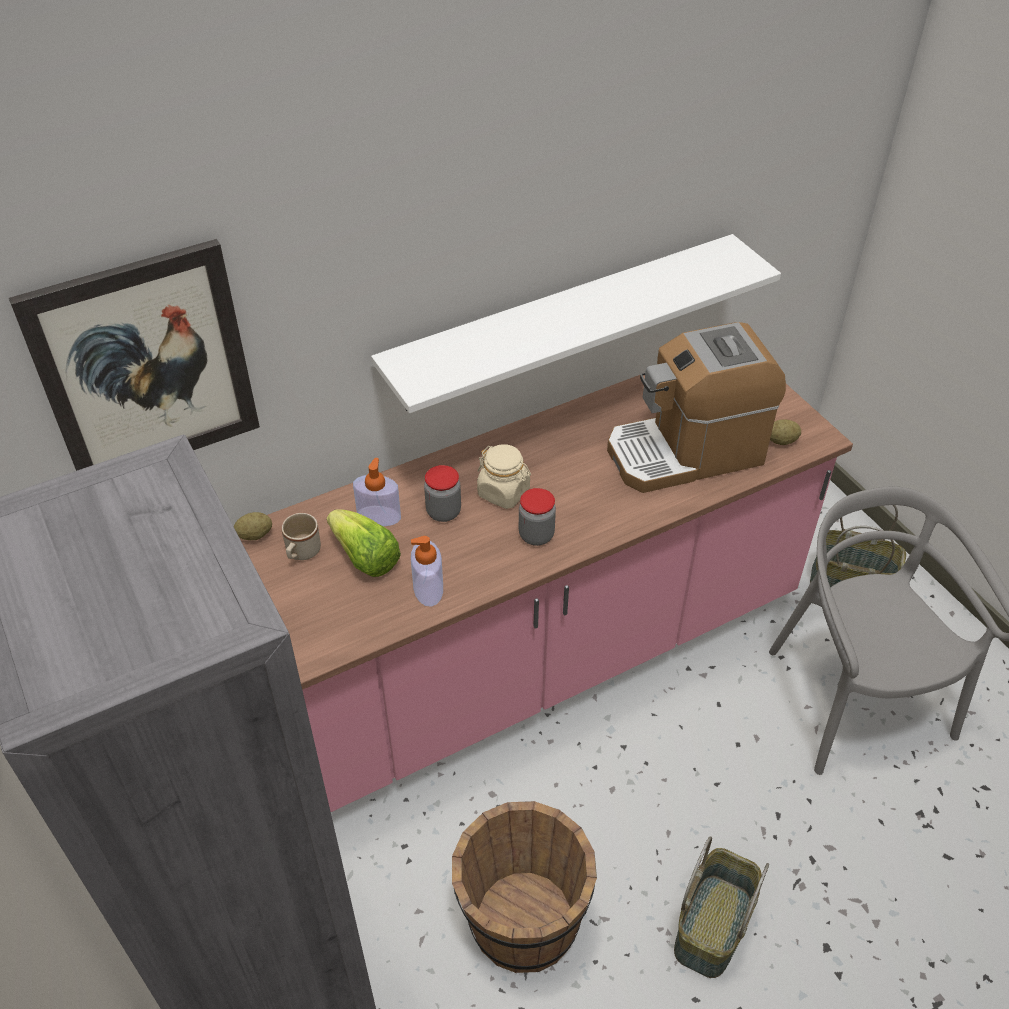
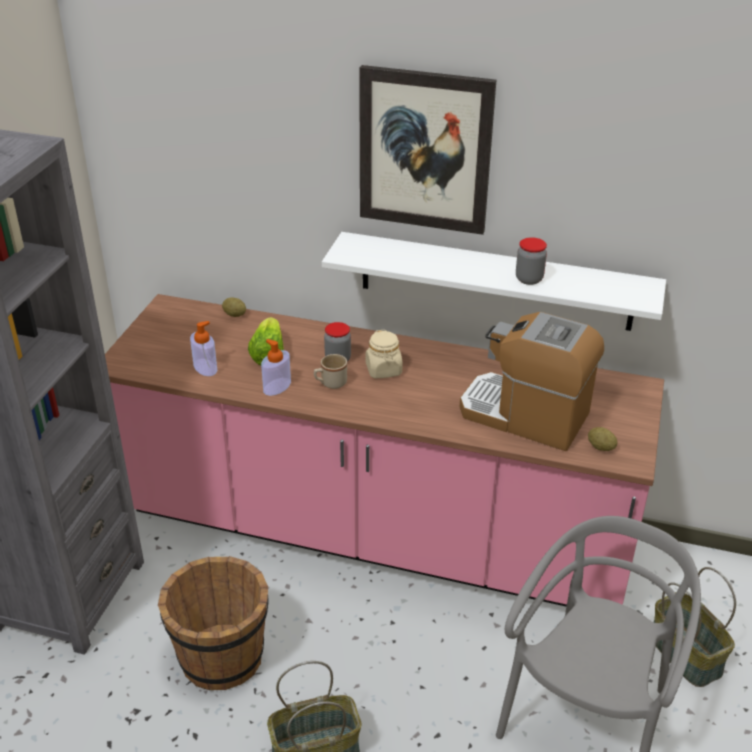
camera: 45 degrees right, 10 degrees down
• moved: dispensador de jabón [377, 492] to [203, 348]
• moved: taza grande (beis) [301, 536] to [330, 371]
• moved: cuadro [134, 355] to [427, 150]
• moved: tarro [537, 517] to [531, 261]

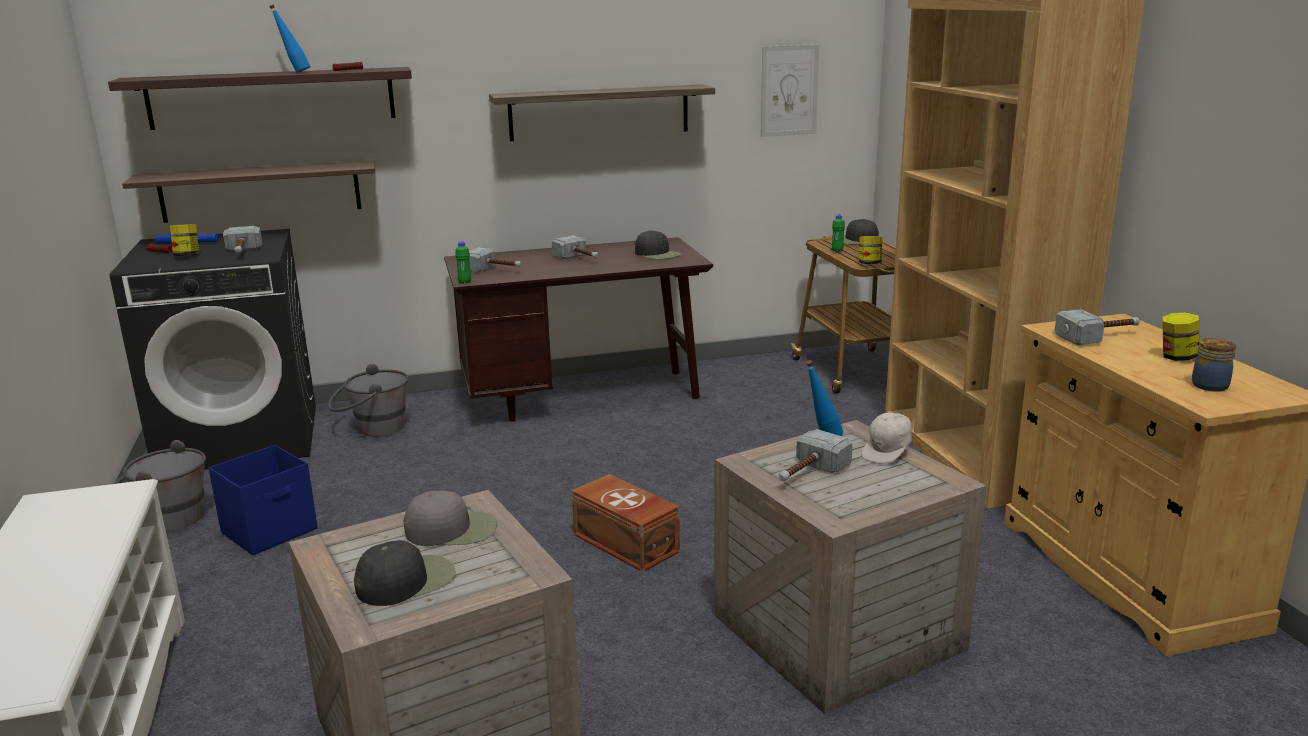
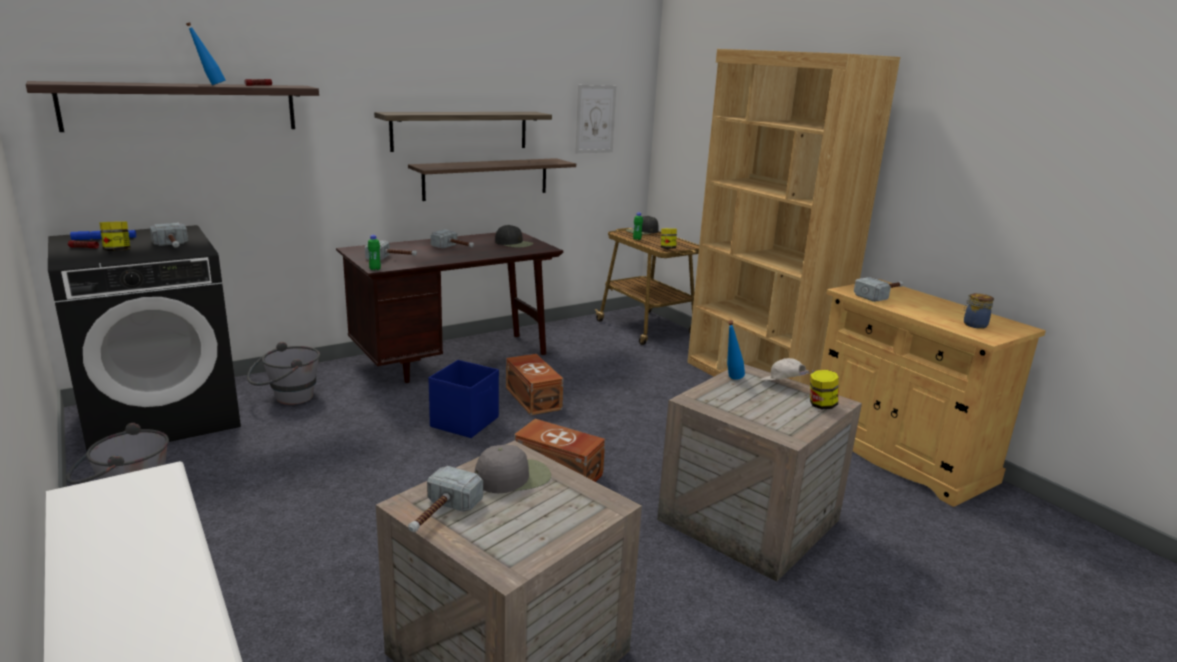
camera: 20 degrees left, 0 degrees up
• moved: estante [248, 191] to [492, 179]
• moved: martillo [816, 455] to [445, 499]
• moved: caja de almacenaje (azul) [263, 500] to [463, 399]
• added: caja de almacenaje (marrón) [534, 384]
• turned: gorra (blanco) [886, 437] = [787, 369] 105 degrees clockwise
• moved: tarro [1180, 336] to [824, 389]
• removed: gorra (negro) [405, 573]

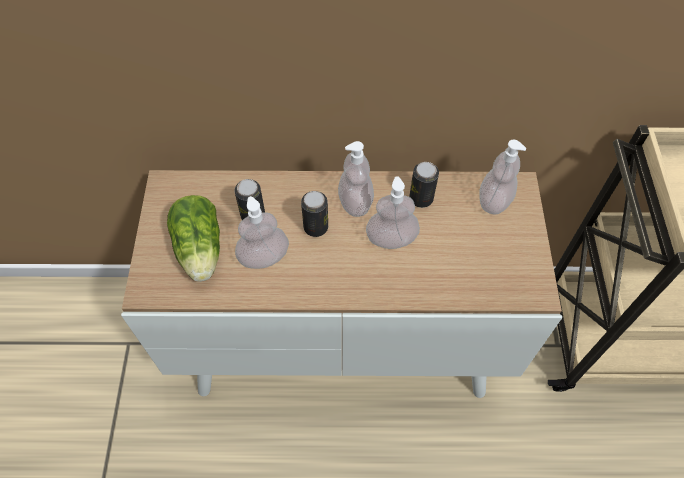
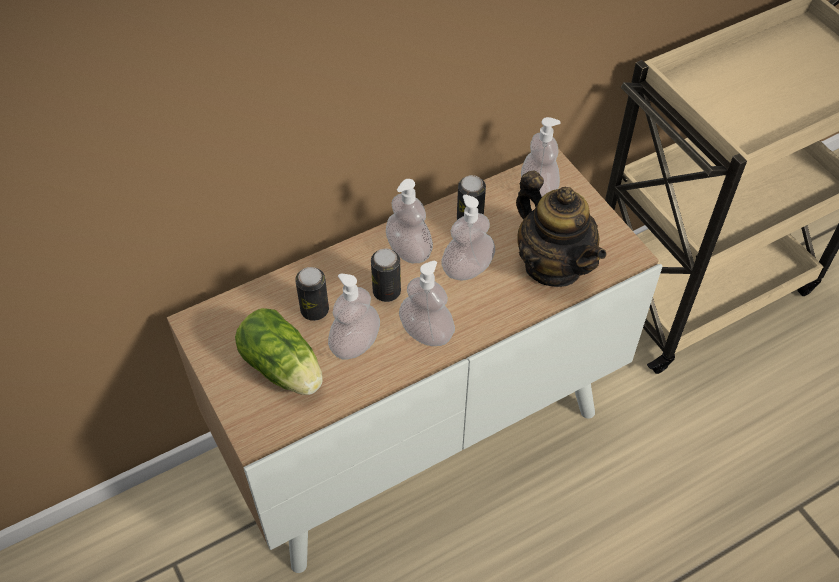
camera: 30 degrees left, 5 degrees down
• added: dispensador de jabón [427, 303]
• added: tetera [561, 229]

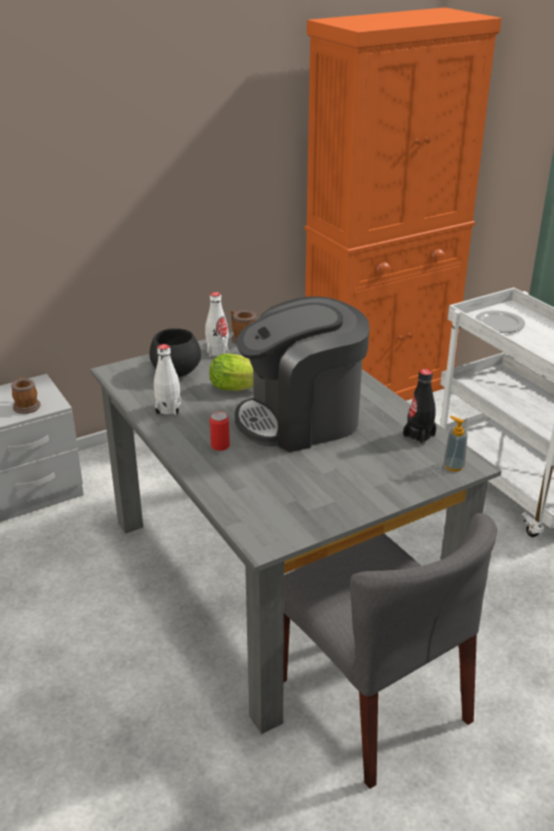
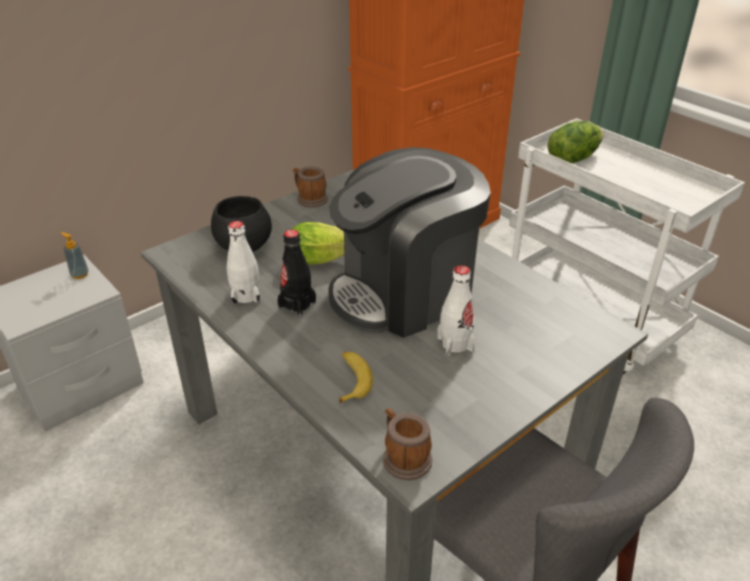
camera: 10 degrees left, 5 degrees up
• moved: dispensador de jabón [456, 444] to [75, 255]
• moved: botella (negro) [419, 407] to [296, 273]
• added: plátano [356, 377]
• moved: taza grande [26, 395] to [407, 444]
• moved: botella (blanco) [217, 324] to [456, 310]
• replaced: plato [500, 321] to lechuga [576, 142]
• removed: lata [220, 431]

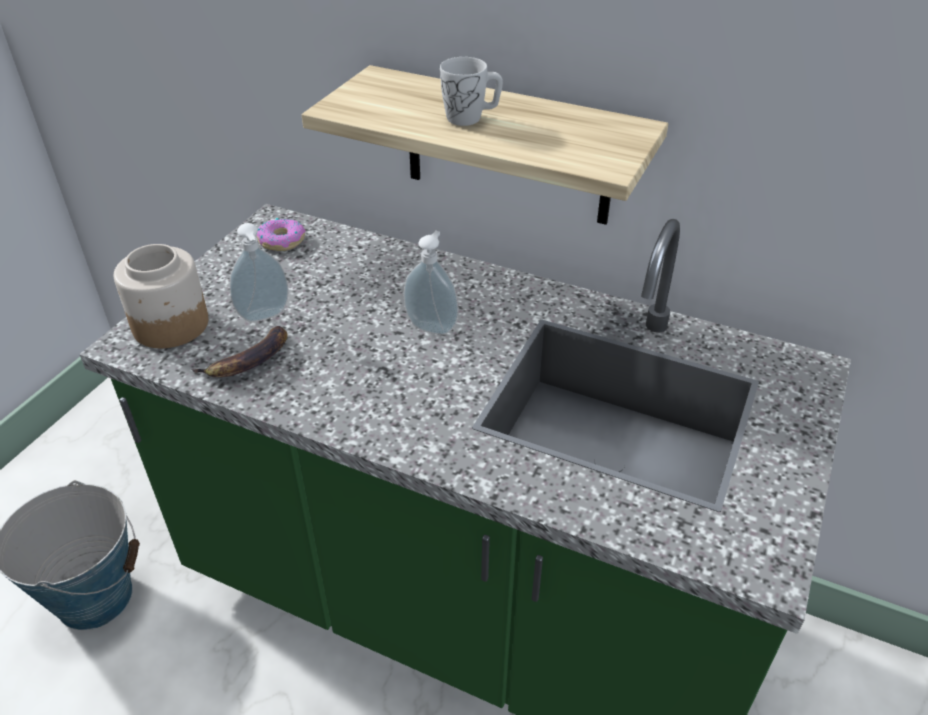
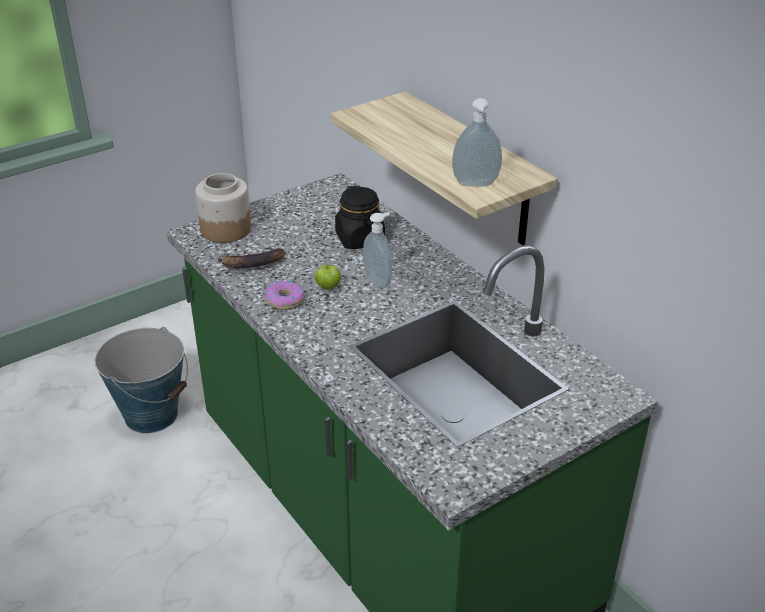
camera: 30 degrees right, 5 degrees down
• moved: rosquilla [281, 234] to [284, 295]
• added: manzana [327, 275]
• added: tarro (negro) [360, 217]
• moved: dispensador de jabón [259, 272] to [477, 142]
• removed: taza grande (blanco) [471, 91]

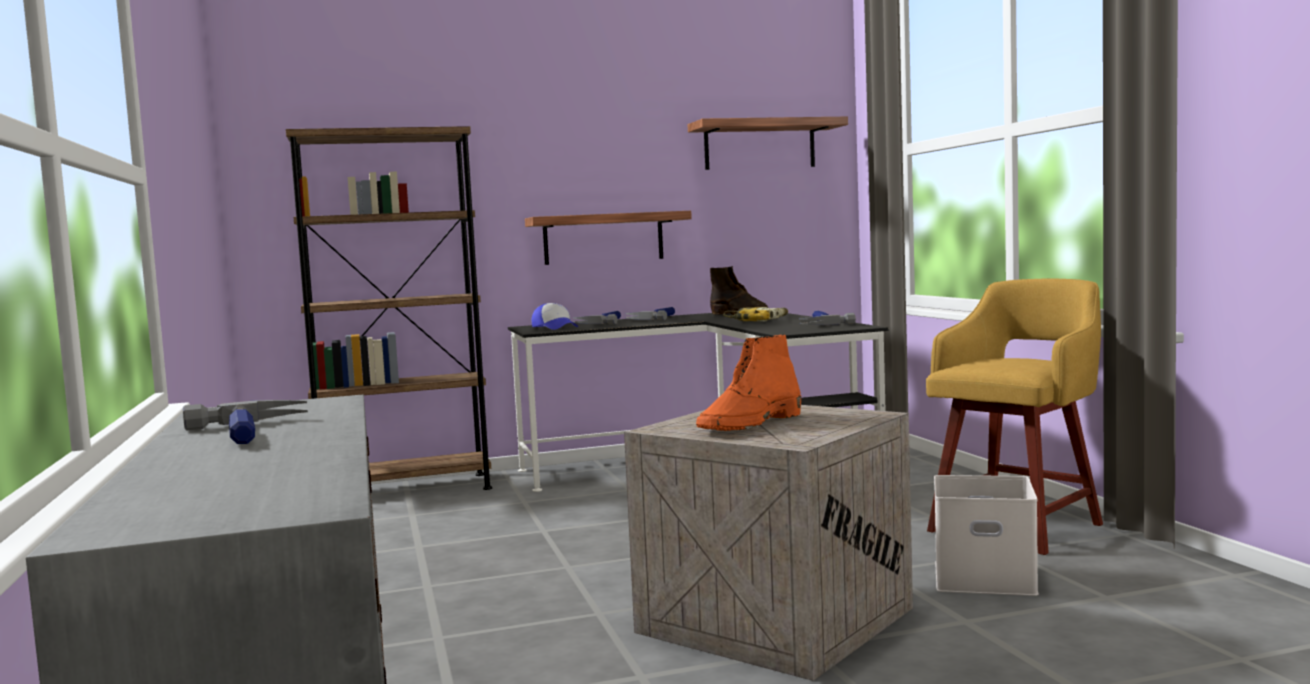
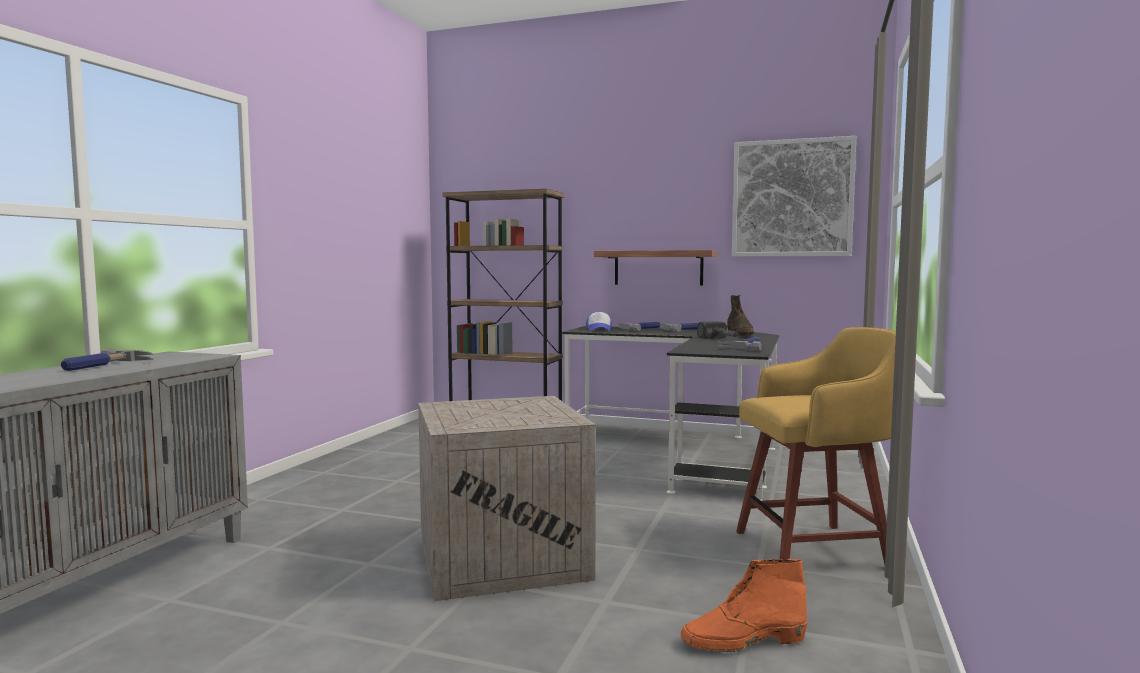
camera: 35 degrees right, 0 degrees up
• moved: bota (naranja) [748, 383] to [744, 606]
• replaced: taladro [755, 314] to martillo [718, 330]
• replaced: estante [768, 143] to cuadro [794, 196]
• removed: caja de almacenaje (blanco) [986, 535]

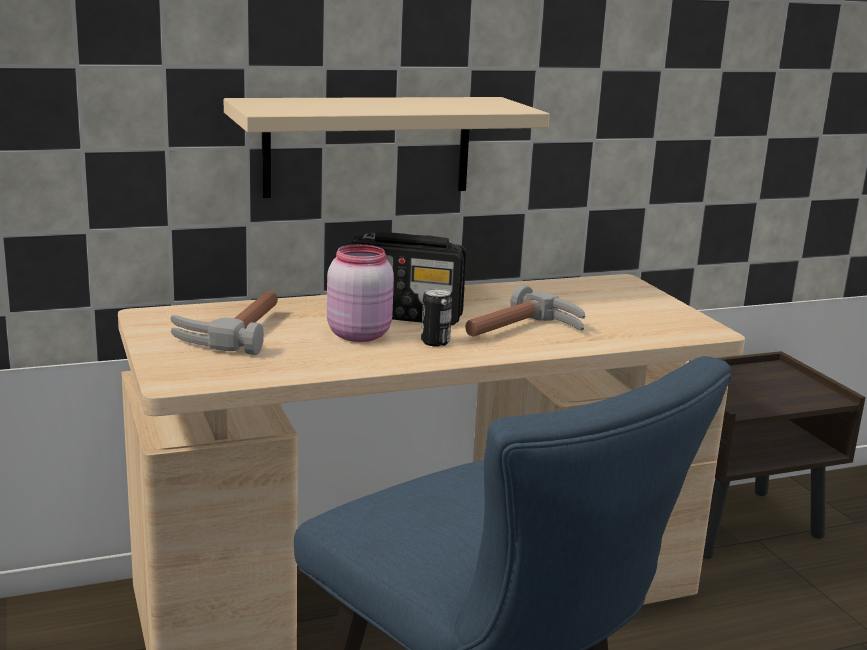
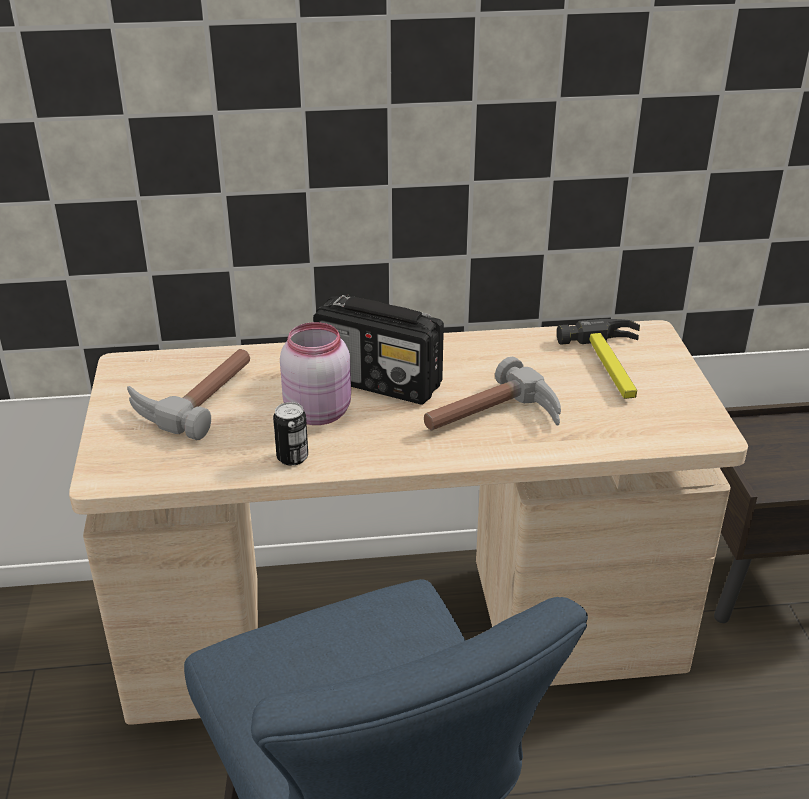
camera: 15 degrees right, 15 degrees up
• moved: lata [436, 317] to [290, 434]
• added: martillo [598, 359]
• removed: estante (beis) [386, 147]

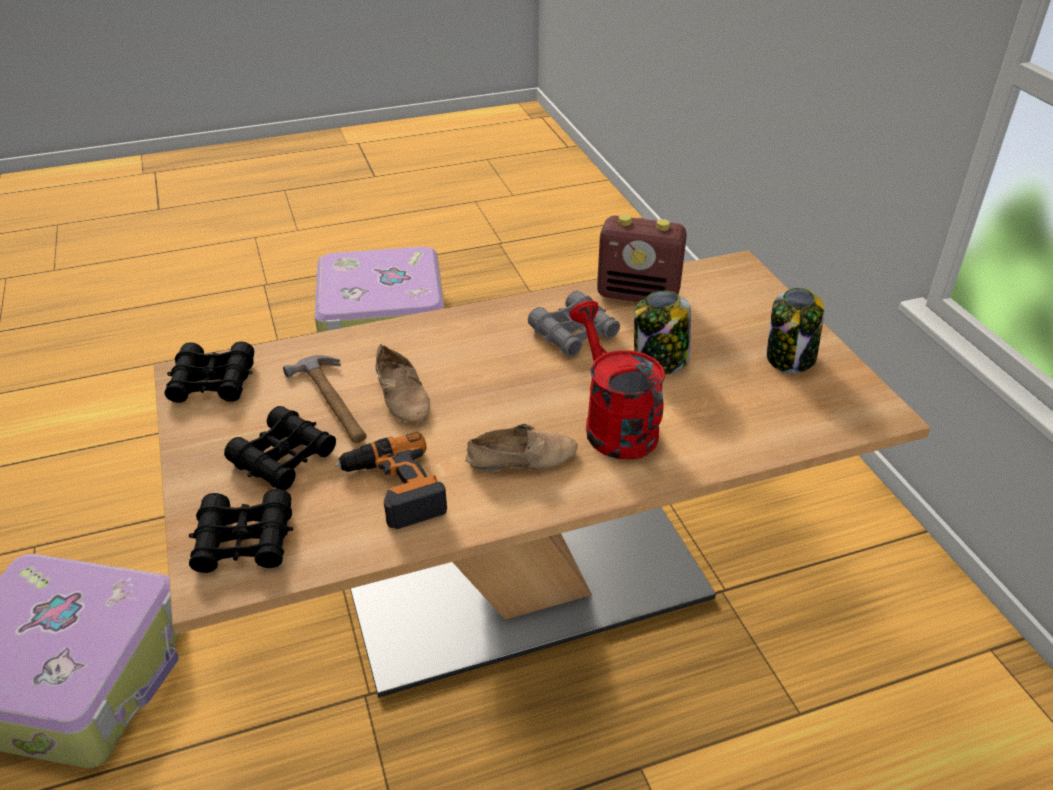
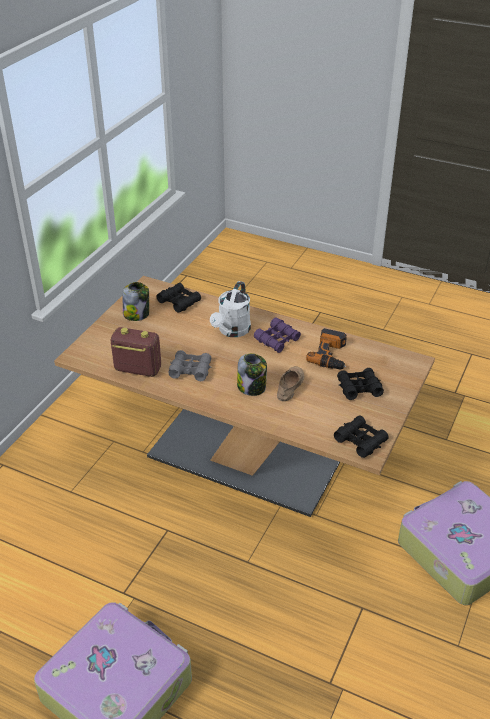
camera: 135 degrees left, 0 degrees up
• turned: radio [642, 258] = [135, 352] 45 degrees counterclockwise
• moved: prismáticos (negro) [241, 531] to [179, 298]
• recoloured: regadera (rojo) [617, 380] to regadera (blanco) [230, 309]
• moved: tarro [662, 332] to [252, 374]
• replaced: zapato (beis) [522, 448] to prismáticos (morado) [277, 335]
• removed: martillo [325, 399]

